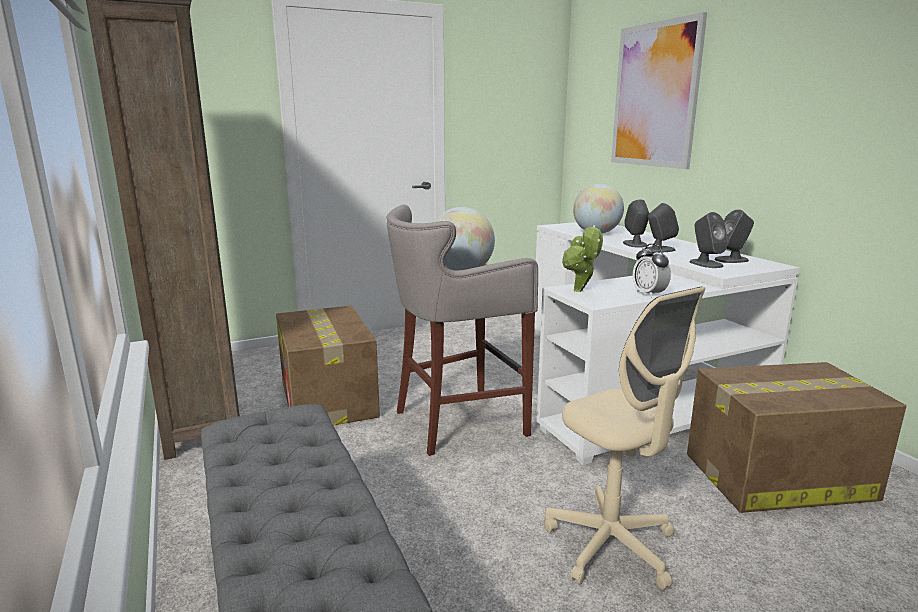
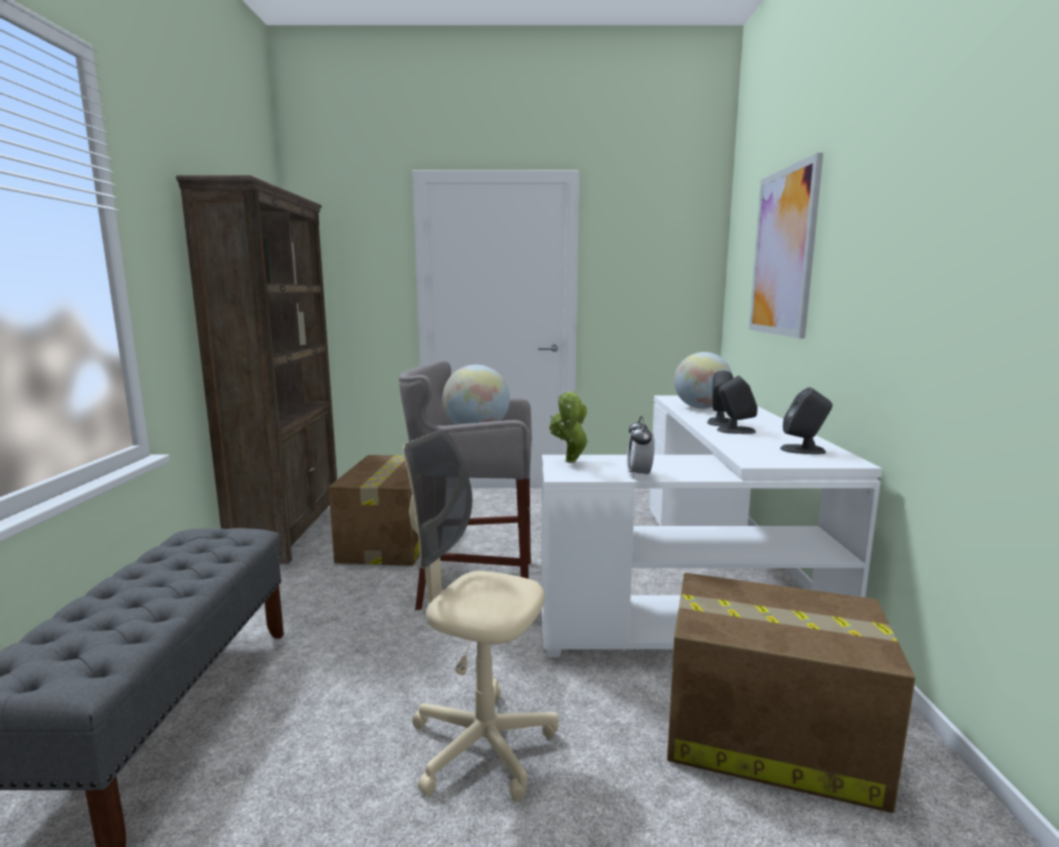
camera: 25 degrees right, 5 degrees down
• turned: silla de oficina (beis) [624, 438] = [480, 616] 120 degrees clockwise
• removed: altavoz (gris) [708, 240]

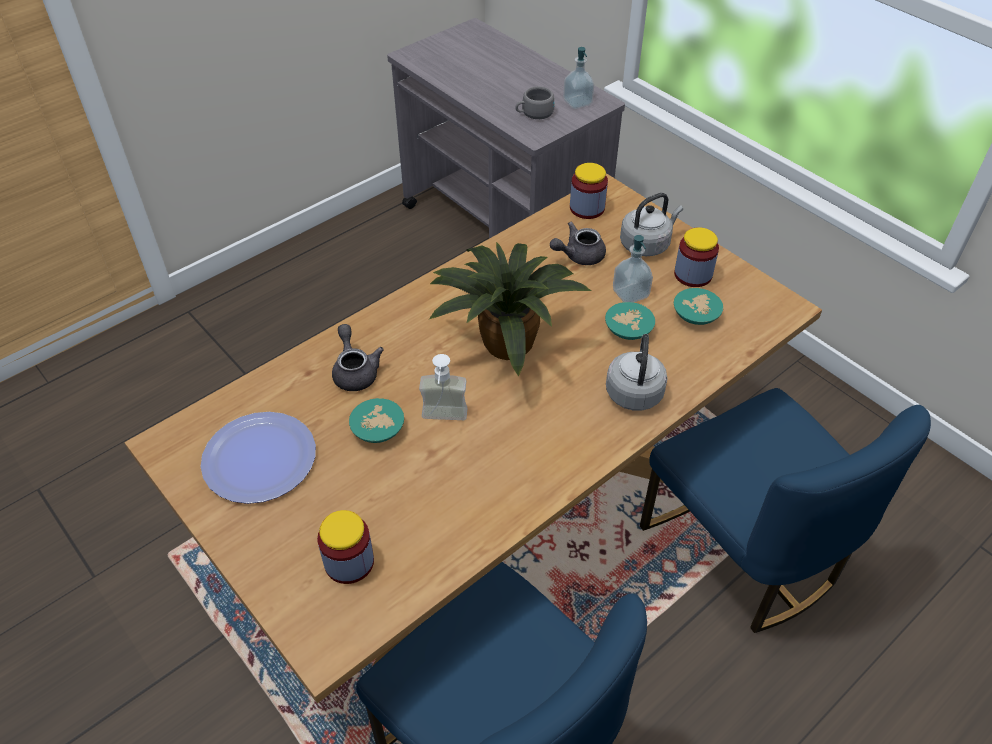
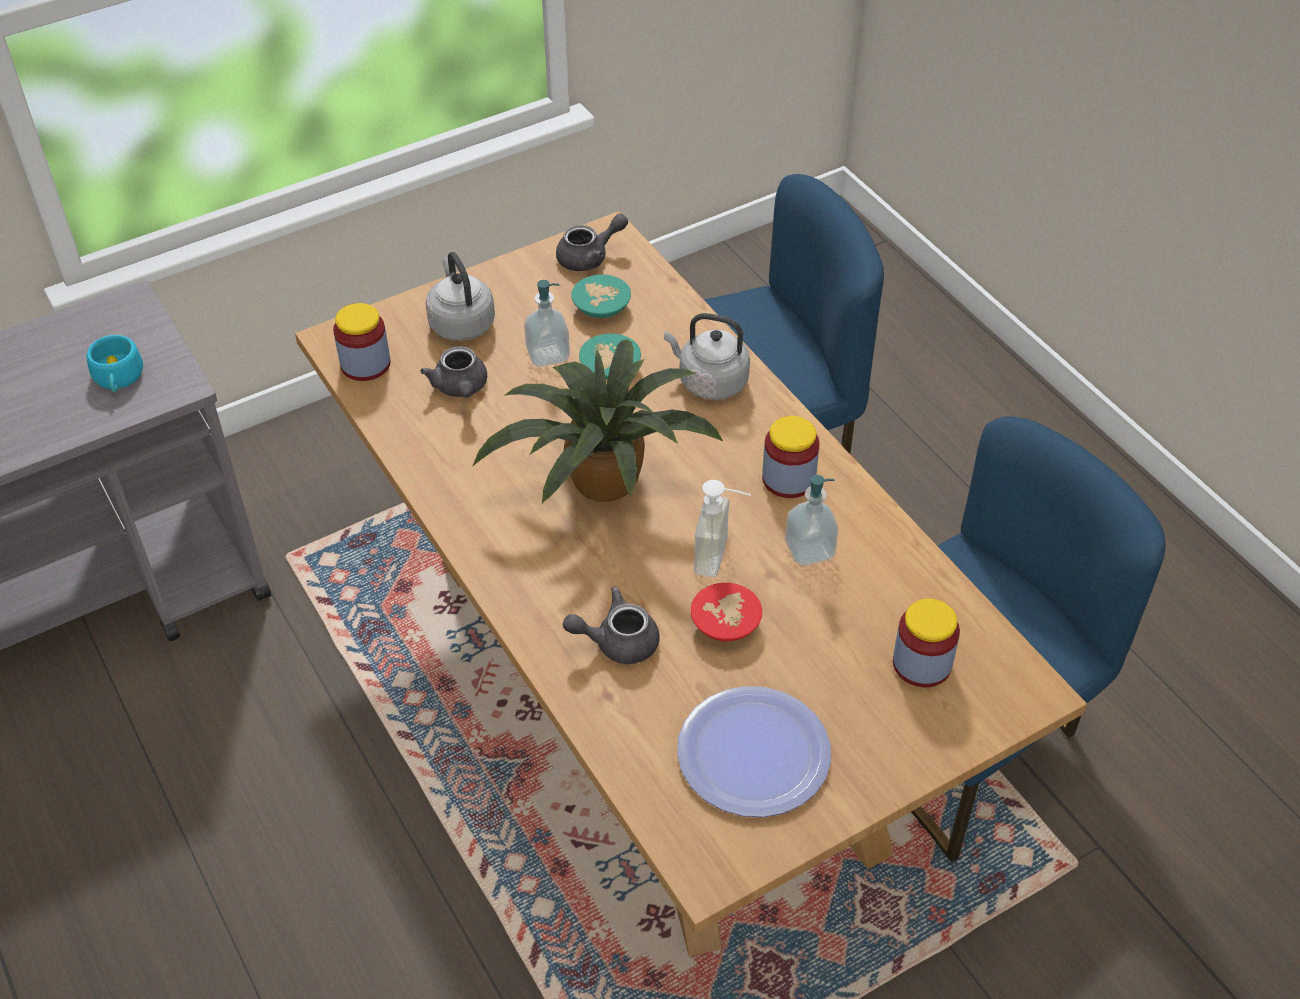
camera: 80 degrees left, 0 degrees up
• recoloured: taza (gris) [534, 102] to taza (turquesa) [114, 363]
• added: tetera (gris) [592, 242]
• recoloured: cuenco (turquesa) [376, 420] to cuenco (rojo) [726, 612]
• moved: tarro [696, 257] to [790, 457]
• moved: dispensador de jabón [578, 78] to [811, 520]

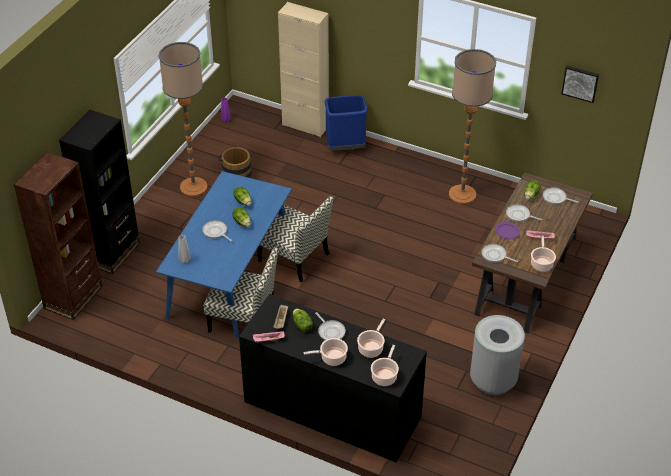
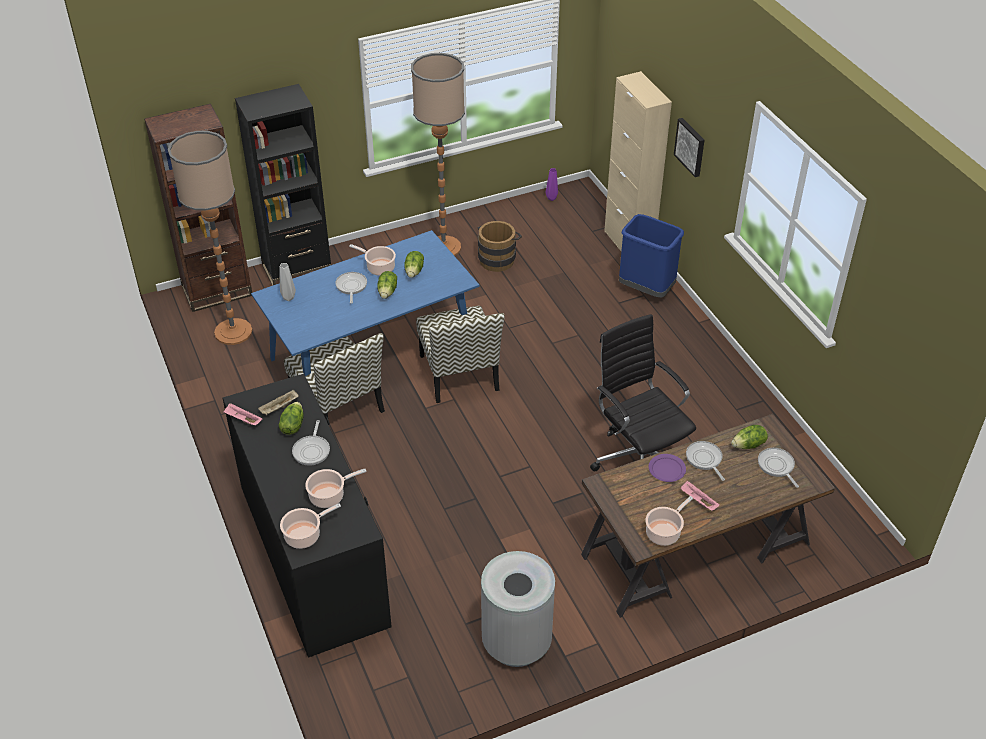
camera: 40 degrees right, 0 degrees up
• moved: lámpara de pie [472, 126] to [210, 238]
• moved: olla [325, 352] to [372, 260]
• added: silla de oficina (negro) [643, 393]
• moved: cuadro [580, 84] to [689, 147]
• removed: sartén [500, 253]

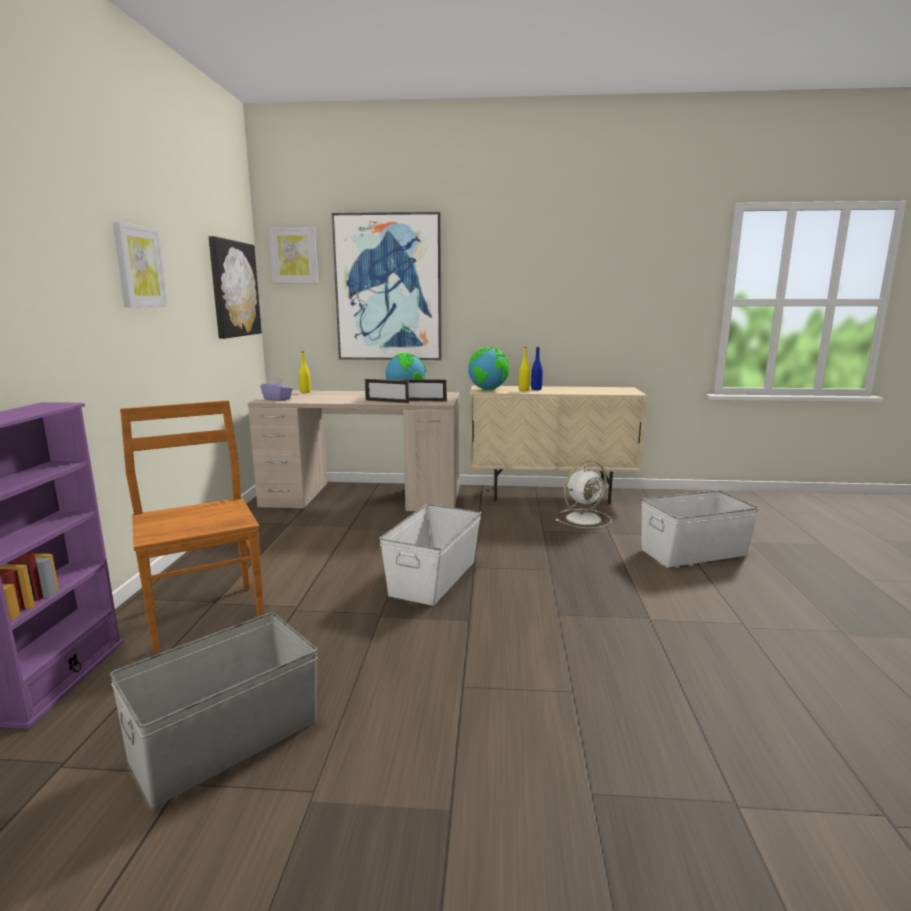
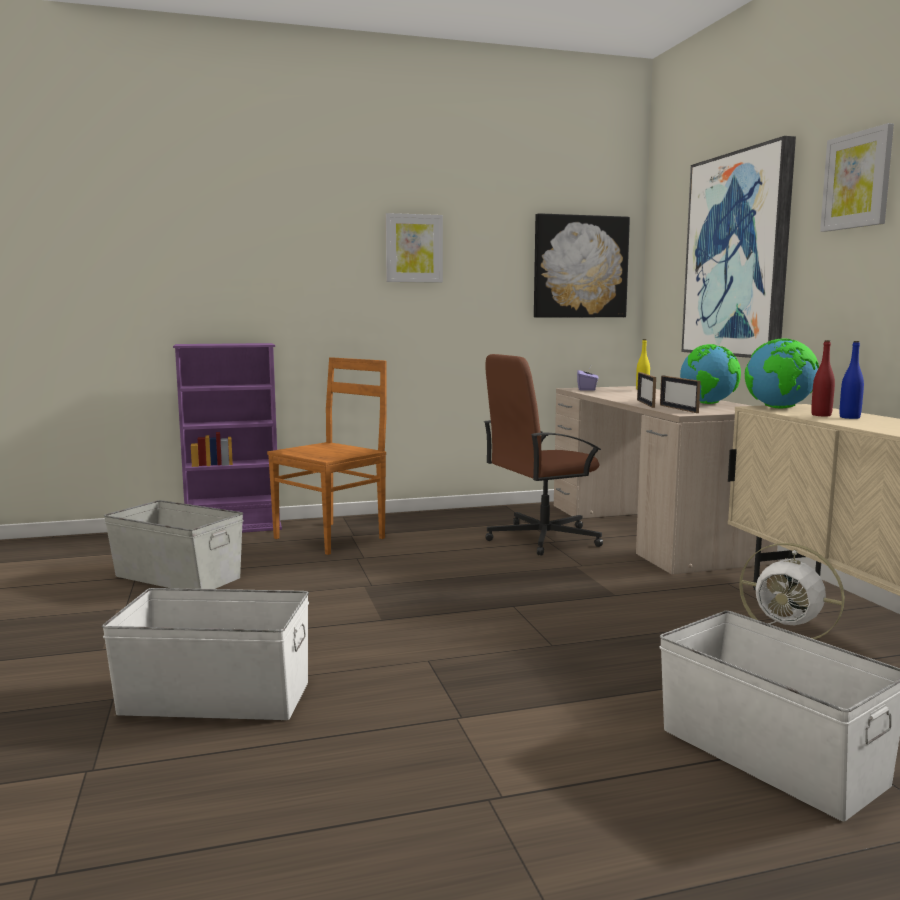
camera: 70 degrees right, 5 degrees down
• moved: caja de almacenaje (blanco) [430, 555] to [205, 654]
• added: silla de oficina (marrón) [543, 455]
• recoloured: botella (amarillo) [524, 369] to botella (rojo) [823, 378]
• moved: cuadro [293, 255] to [857, 177]

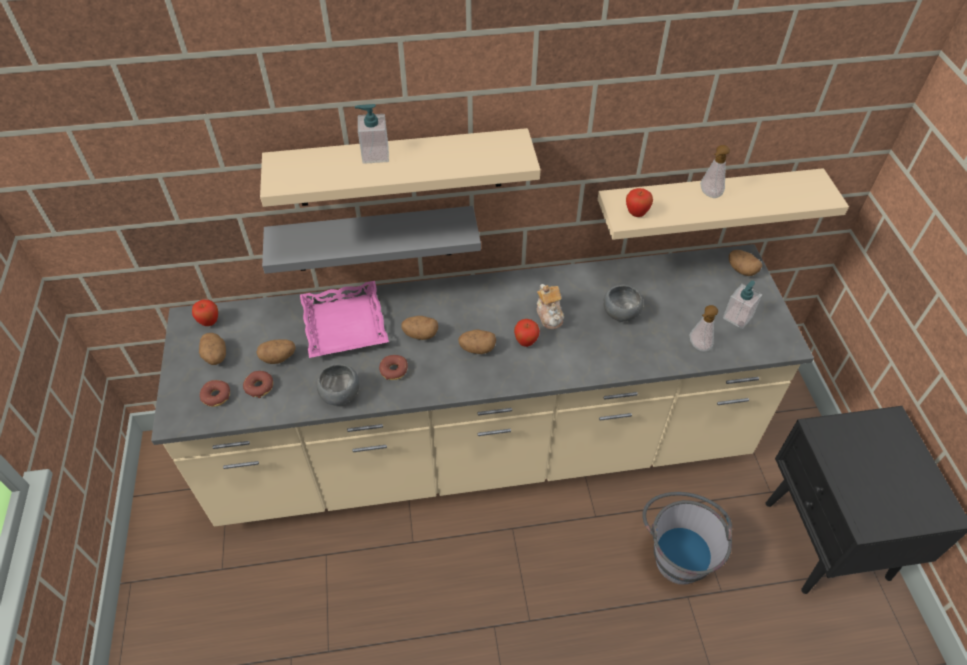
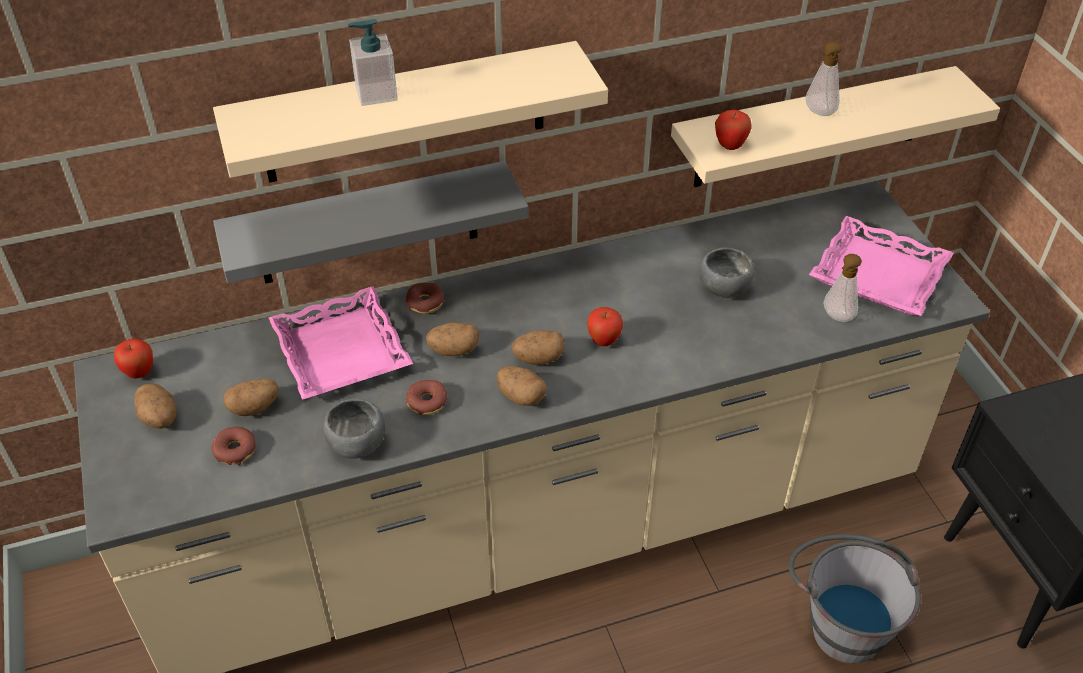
camera: 10 degrees left, 5 degrees down
• moved: rosquilla [215, 393] to [424, 298]
• moved: patata [745, 263] to [521, 386]
• replaced: dispensador de jabón [742, 304] to bandeja (rosa) [881, 266]
• removed: tetera [550, 307]

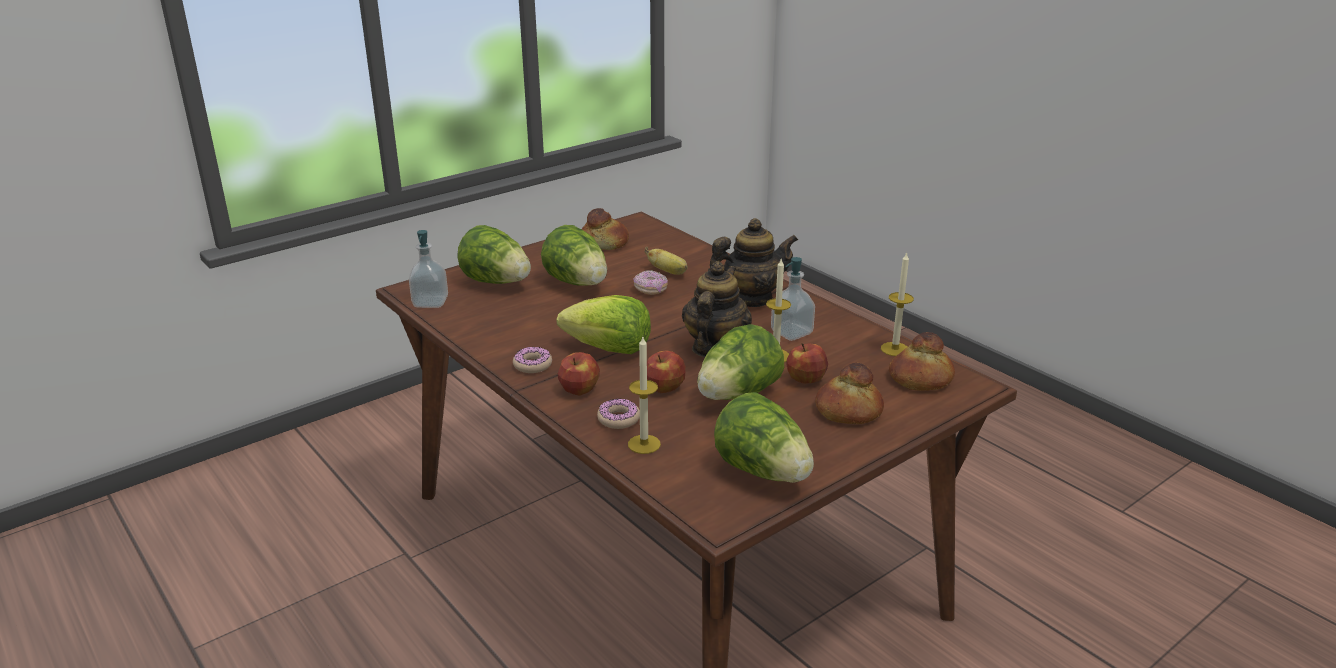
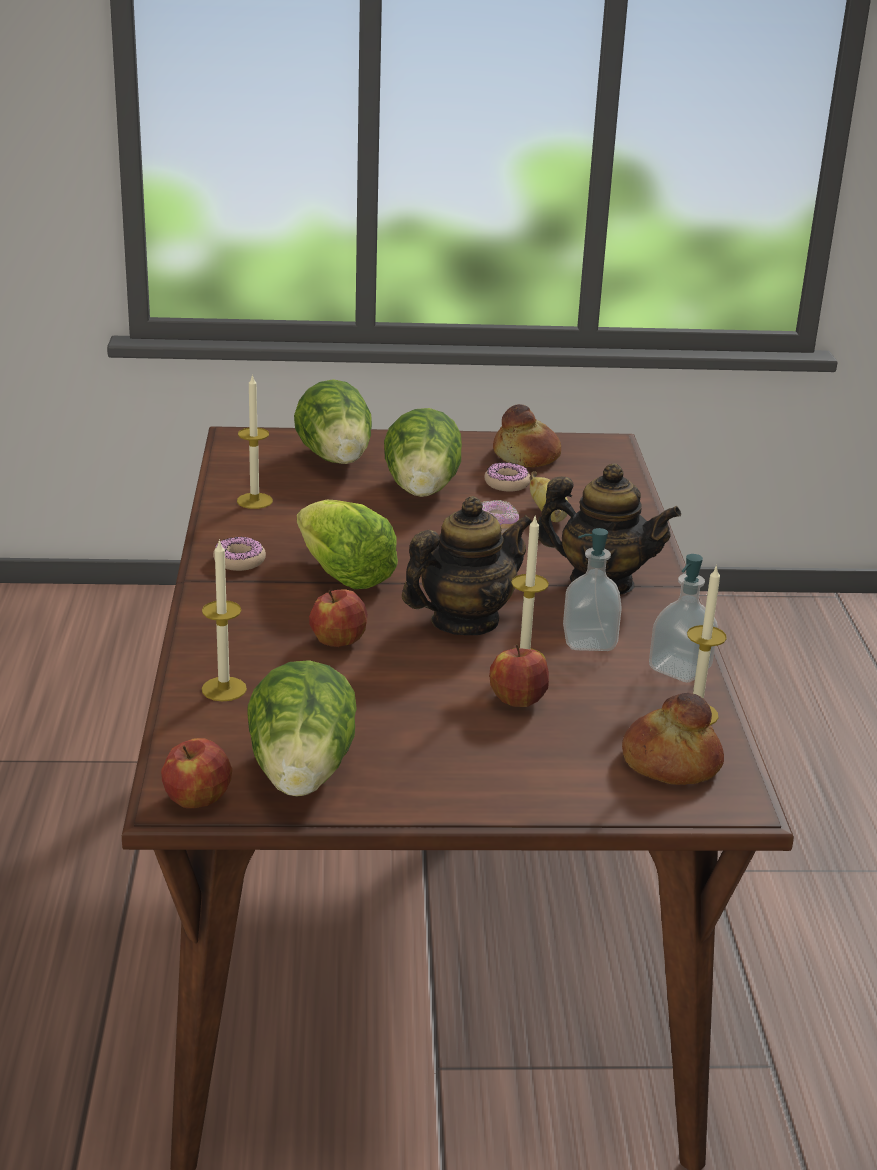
camera: 35 degrees right, 0 degrees up
• moved: manzana [579, 374] to [196, 773]
• added: vela [255, 441]
• moved: rosquilla [618, 413] to [507, 477]
• moved: dispensador de jabón [428, 269] to [683, 618]
• removed: lechuga [740, 362]
• removed: pan [849, 393]

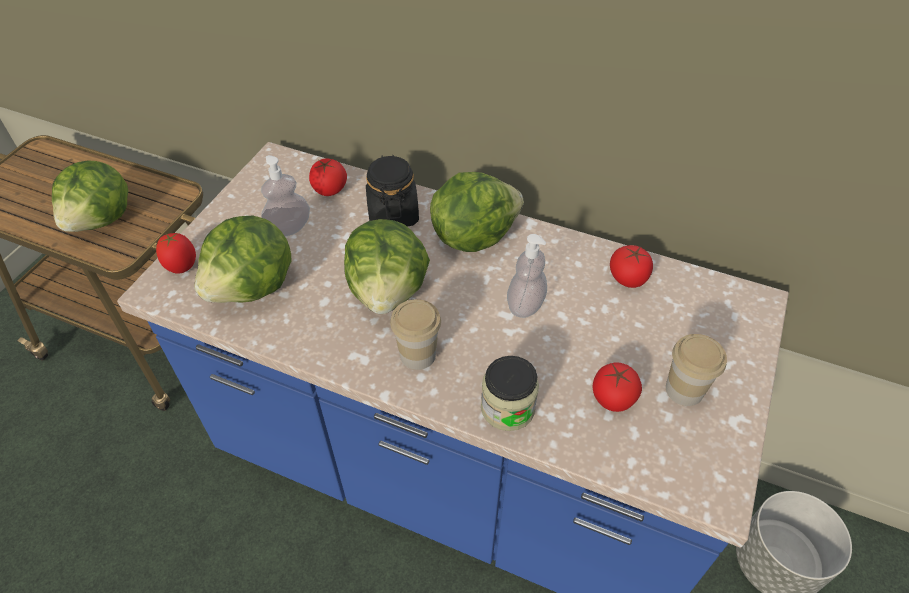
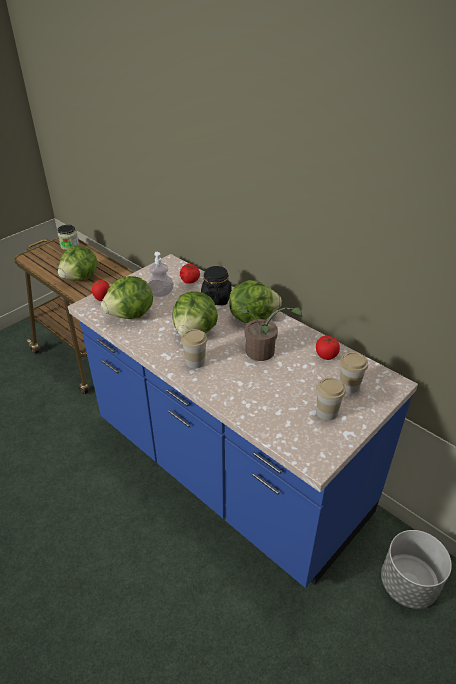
camera: 20 degrees right, 10 degrees down
• moved: tarro [510, 393] to [68, 237]
• replaced: dispensador de jabón [527, 276] to planta en maceta [270, 334]
• added: taza [354, 372]
• removed: tomate [617, 387]

